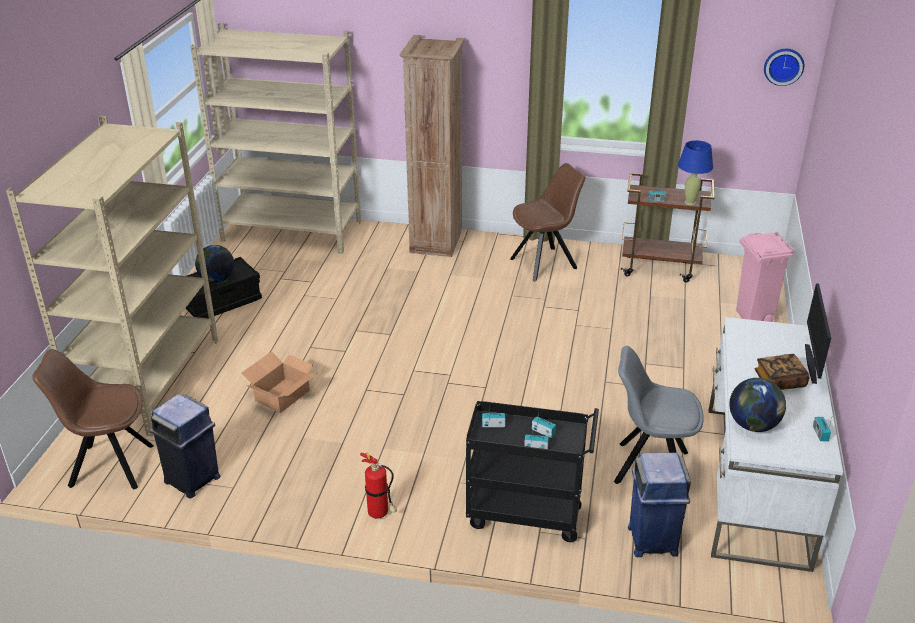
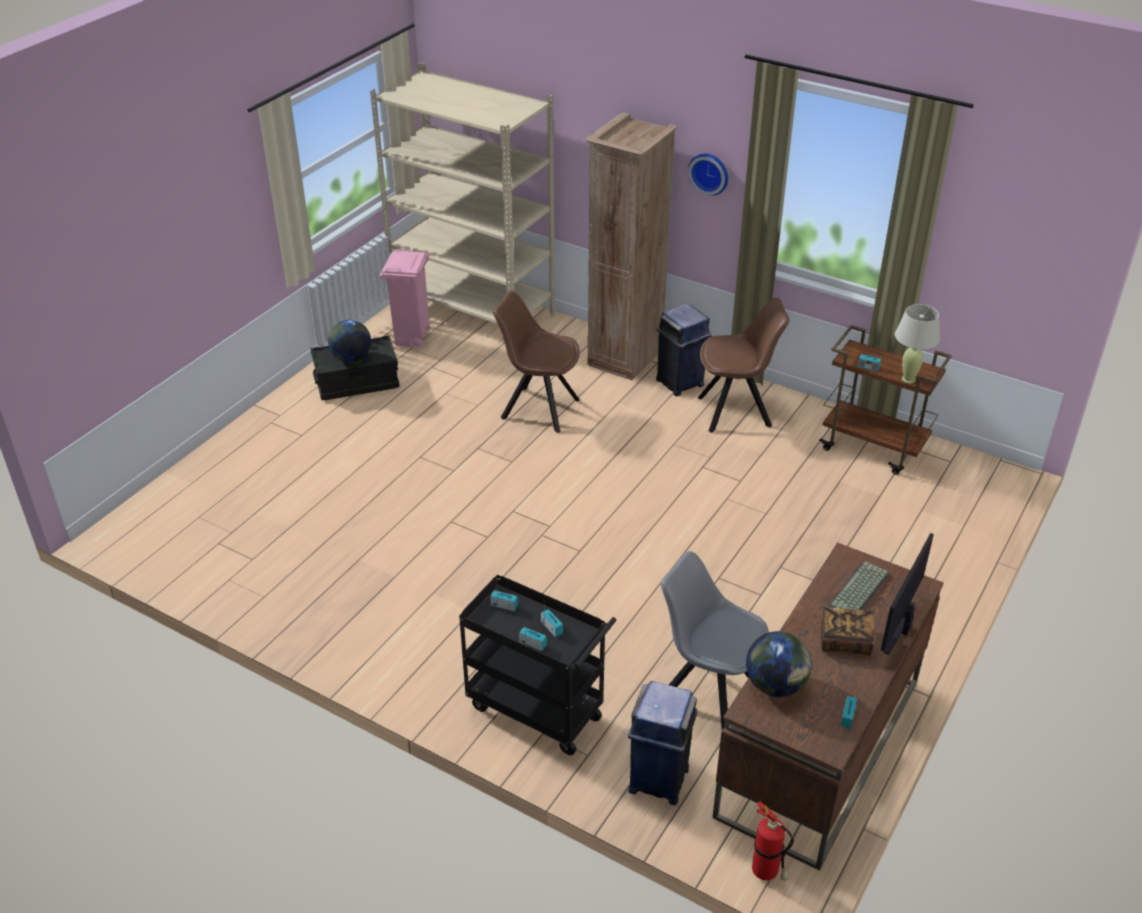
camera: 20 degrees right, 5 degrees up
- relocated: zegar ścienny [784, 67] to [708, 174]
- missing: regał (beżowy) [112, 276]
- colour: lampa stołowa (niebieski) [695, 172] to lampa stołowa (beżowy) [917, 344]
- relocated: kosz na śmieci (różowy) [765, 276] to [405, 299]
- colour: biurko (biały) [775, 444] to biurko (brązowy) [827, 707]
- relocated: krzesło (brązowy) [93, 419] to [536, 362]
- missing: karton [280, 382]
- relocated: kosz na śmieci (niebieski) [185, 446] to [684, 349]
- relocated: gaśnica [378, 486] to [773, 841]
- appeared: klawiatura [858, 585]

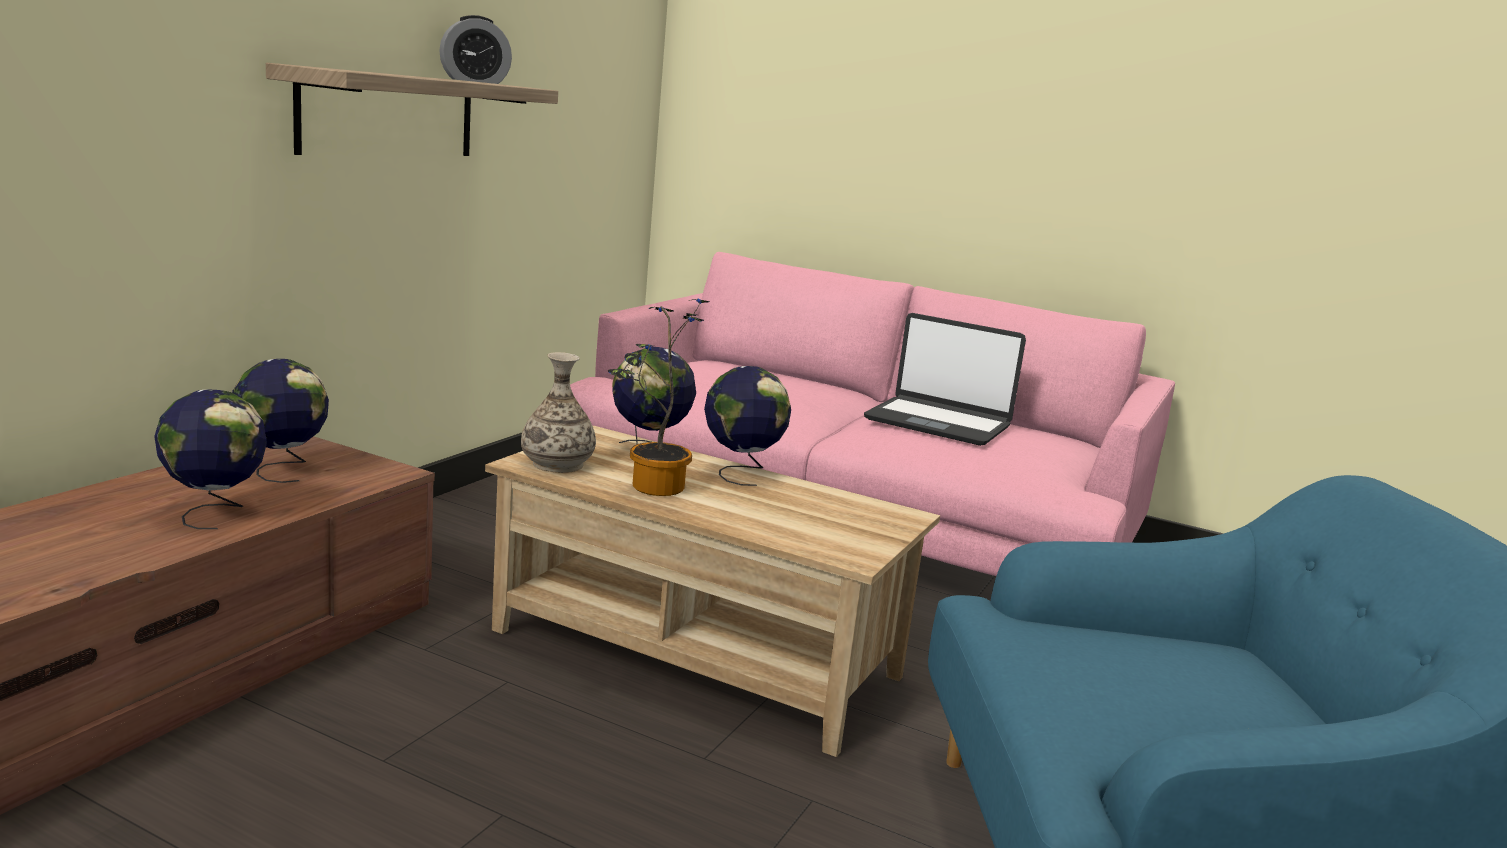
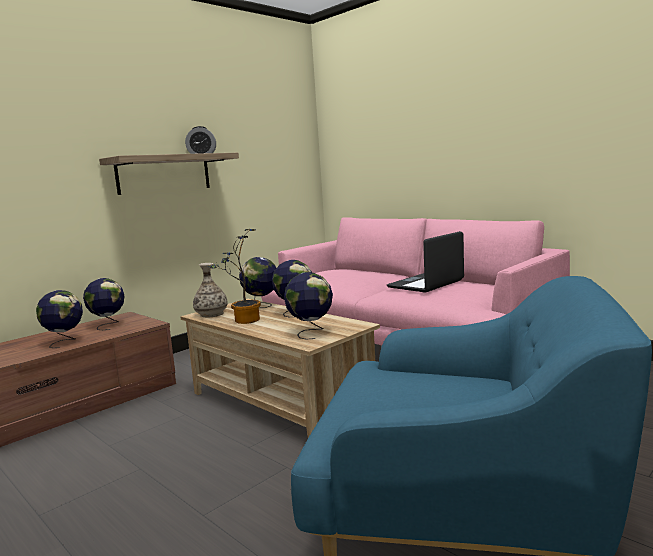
camera: 20 degrees right, 5 degrees down
- spun: laptop [945, 379] = [425, 262] 90 degrees clockwise
- appeared: globus [308, 305]

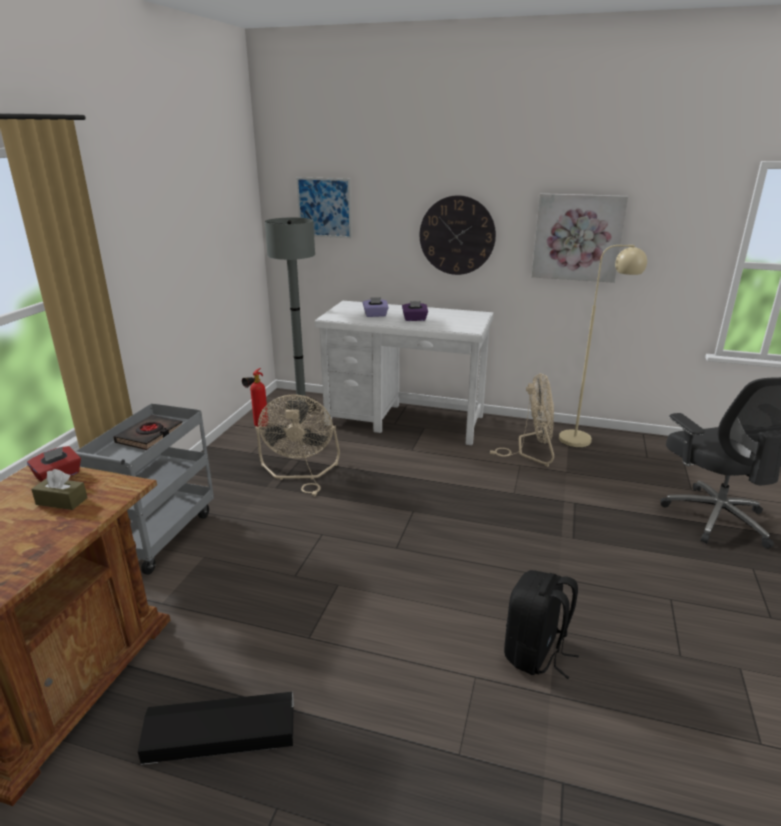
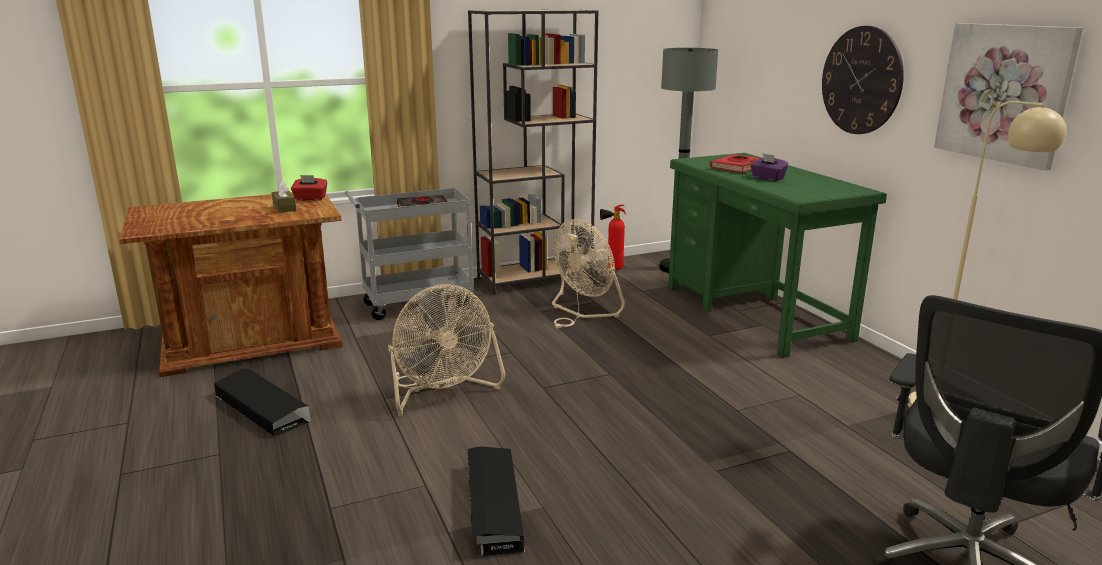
camera: 50 degrees right, 5 degrees down
- missing: obraz [324, 207]
- exchanged: pudełko chusteczek (fioletowy) [376, 307] to książka (czerwony) [734, 163]
- colour: biurko (biały) [404, 373] to biurko (zielony) [777, 255]
- relocated: wentylator (beżowy) [521, 420] to [446, 350]
- exchanged: plecak (czarny) [541, 624] to pojemnik do przechowywania (czarny) [496, 501]
- appeared: regał [533, 152]

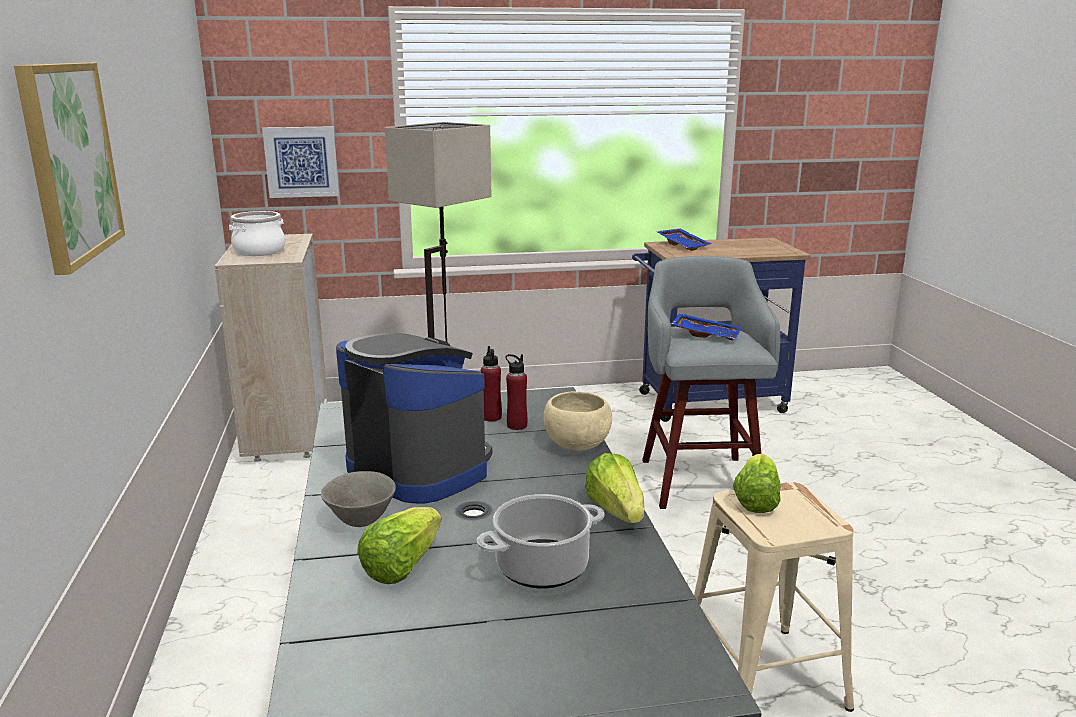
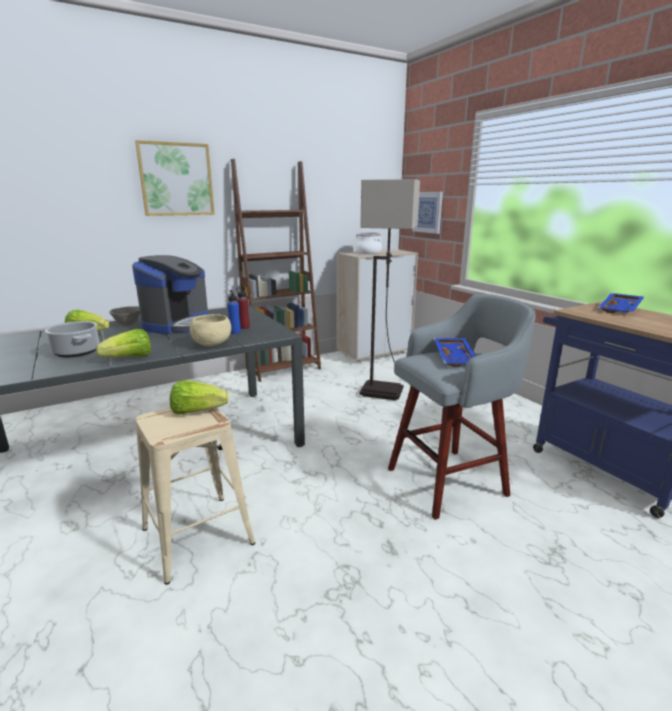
camera: 70 degrees right, 0 degrees up
- colour: butelka (czerwony) [516, 392] to butelka (niebieski) [234, 312]
- appeared: regał (brązowy) [276, 270]

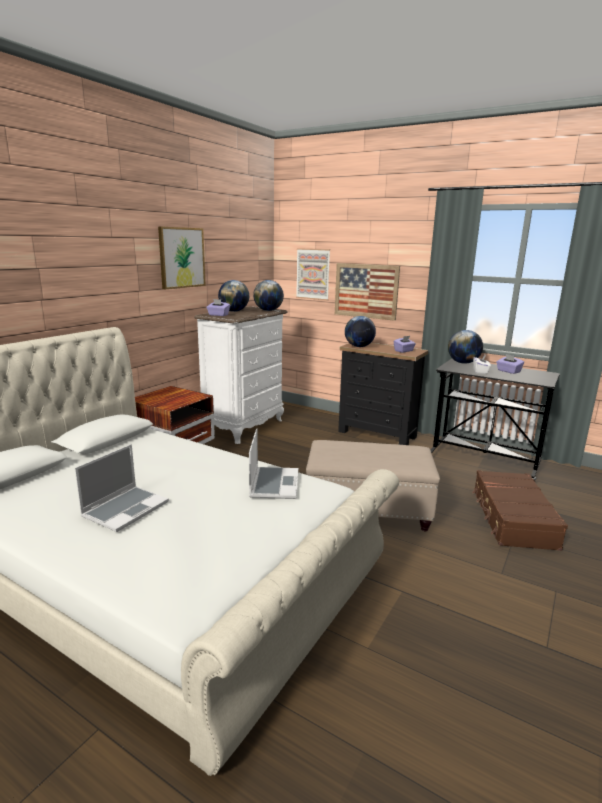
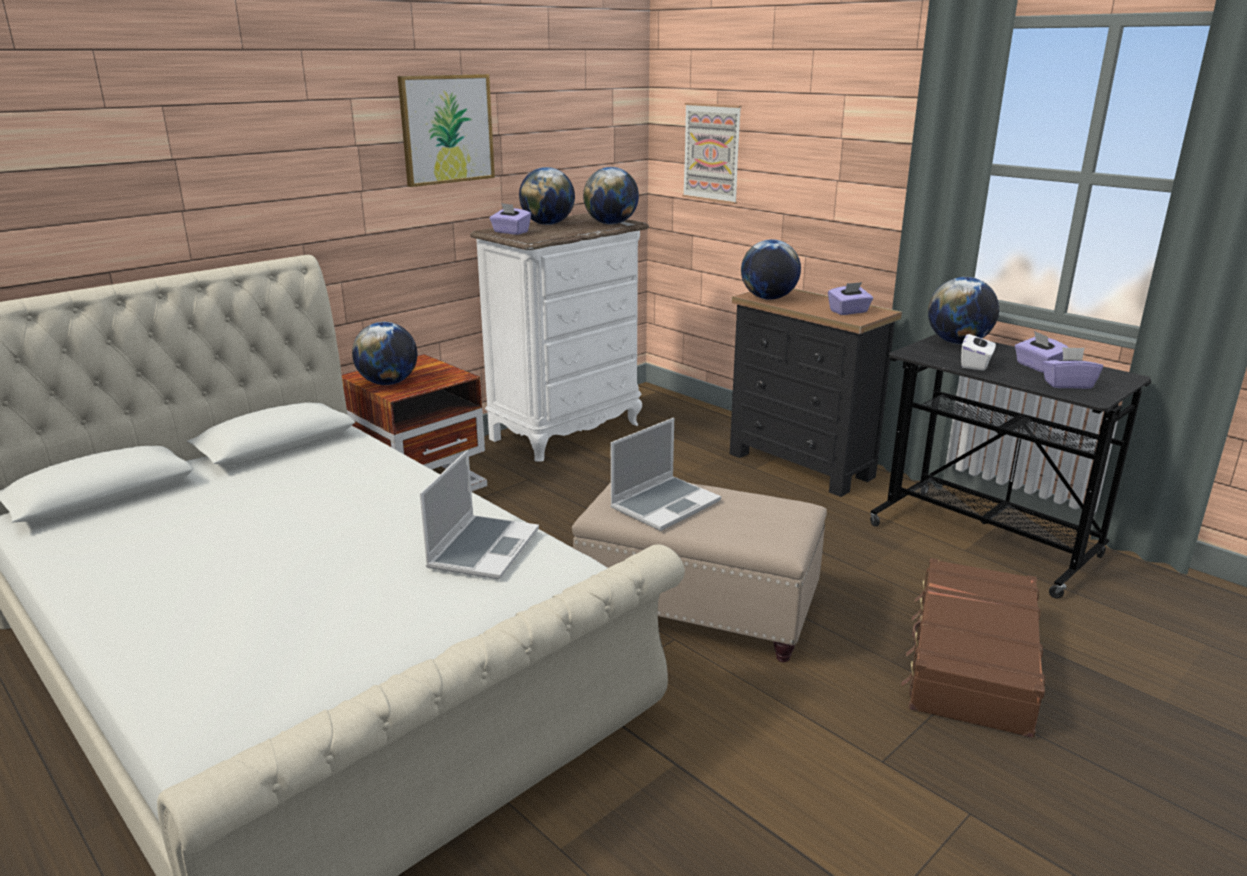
camera: 15 degrees right, 5 degrees up
- missing: obraz [367, 292]
- relocated: laptop [122, 488] to [665, 474]
- appeared: globus [384, 353]
- appeared: pudełko chusteczek (fioletowy) [1072, 368]

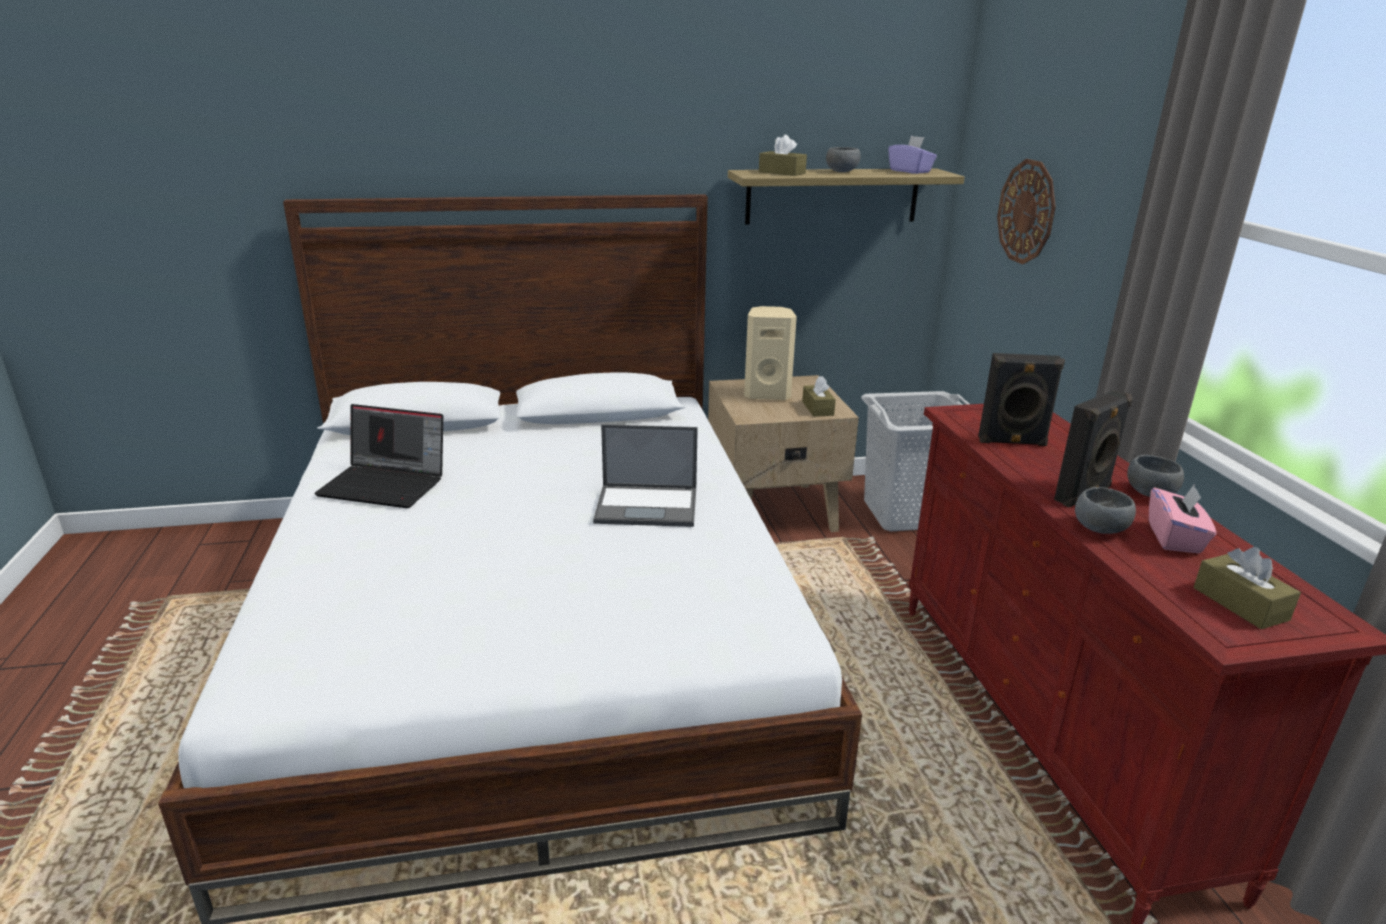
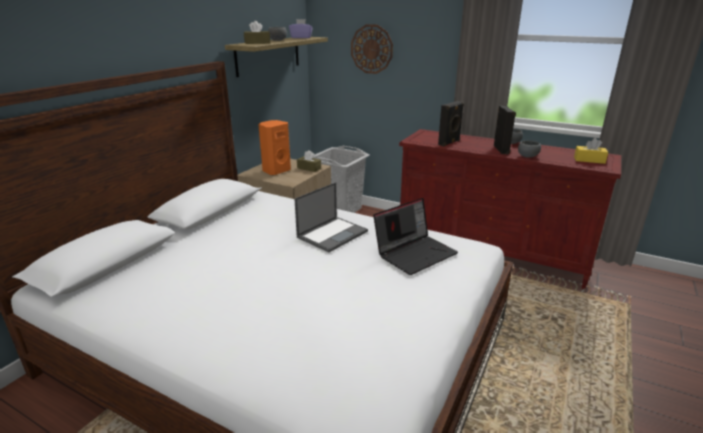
camera: 50 degrees left, 0 degrees up
- colour: głośnik (beżowy) [770, 353] to głośnik (pomarańczowy) [274, 147]
- relocated: laptop [378, 456] to [415, 236]
- missing: pudełko chusteczek (różowy) [1182, 519]
- colour: pudełko chusteczek (brązowy) [1247, 588] to pudełko chusteczek (żółty) [591, 151]

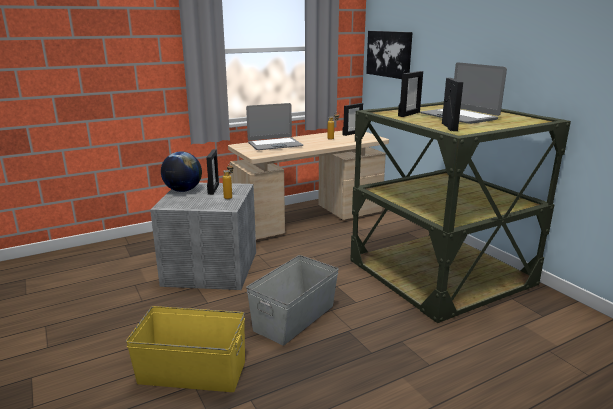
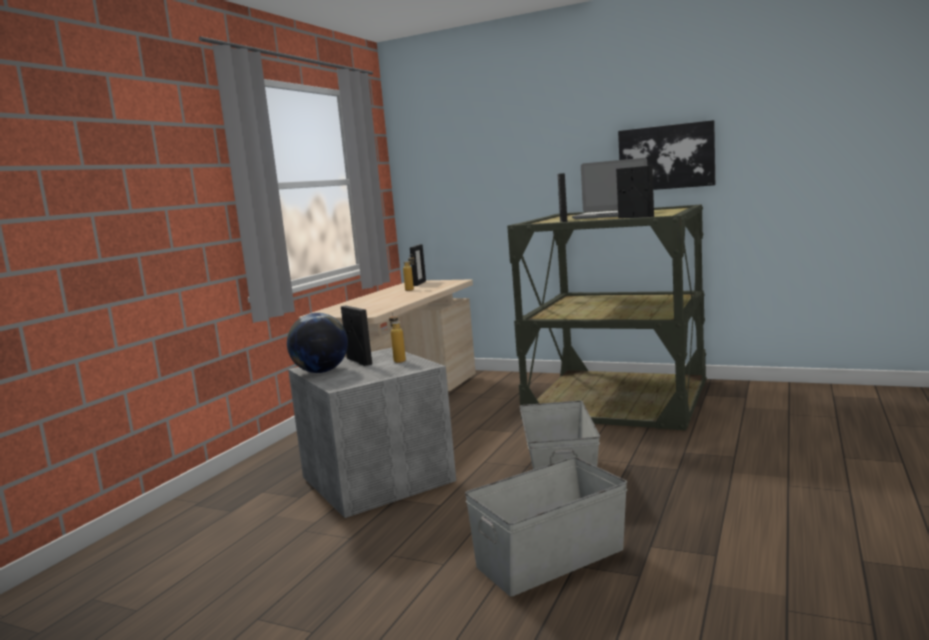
camera: 35 degrees left, 10 degrees down
- relocated: obraz [389, 55] to [666, 155]
- missing: laptop [274, 126]
- colour: pojemnik do przechowywania (żółty) [185, 349] to pojemnik do przechowywania (szary) [546, 527]

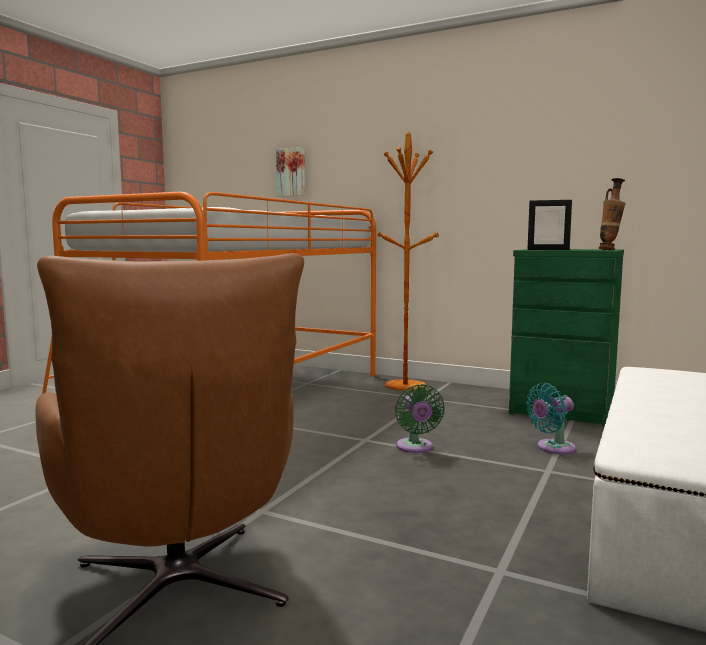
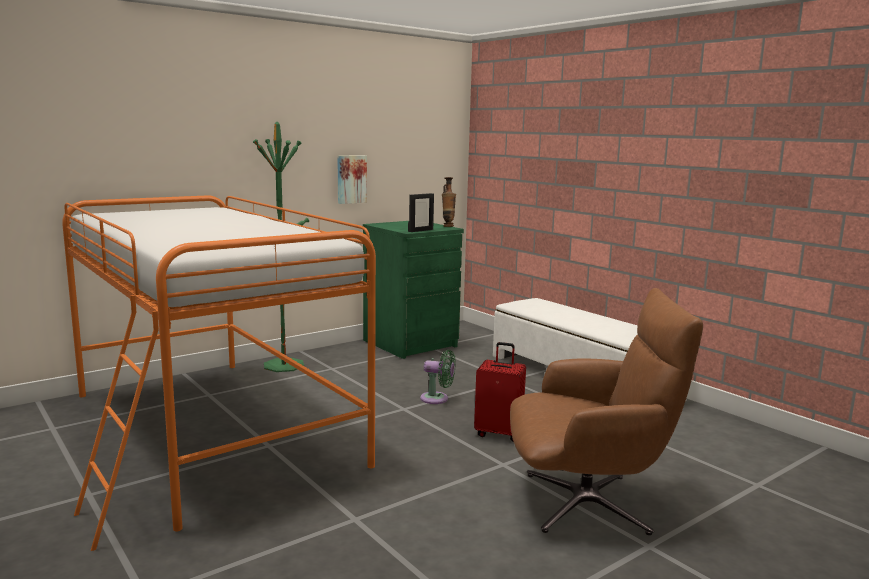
camera: 65 degrees left, 5 degrees up
- colour: wieszak (pomarańczowy) [408, 261] to wieszak (zielony) [281, 247]
- relocated: obraz [290, 172] to [352, 179]
- missing: wentylator (turkusowy) [551, 418]
- appeared: walizka (czerwony) [500, 392]

